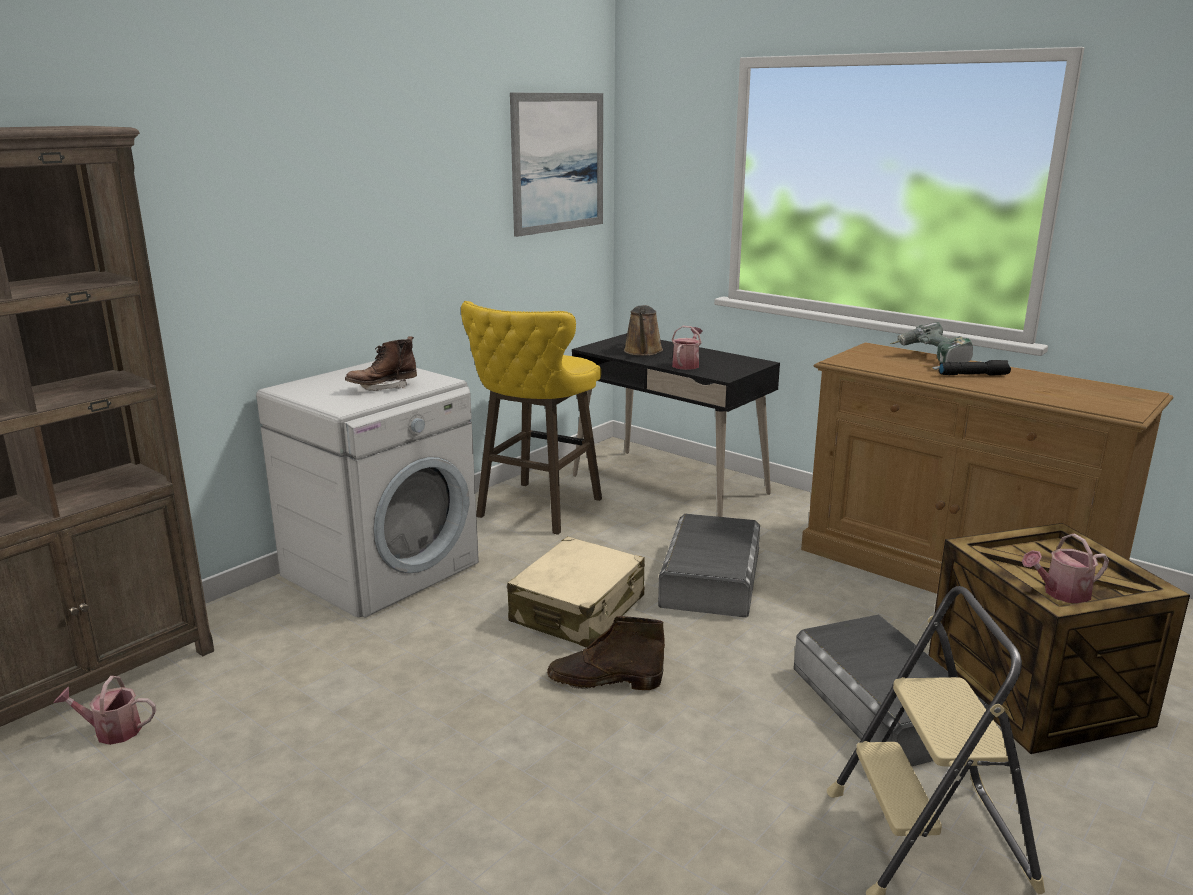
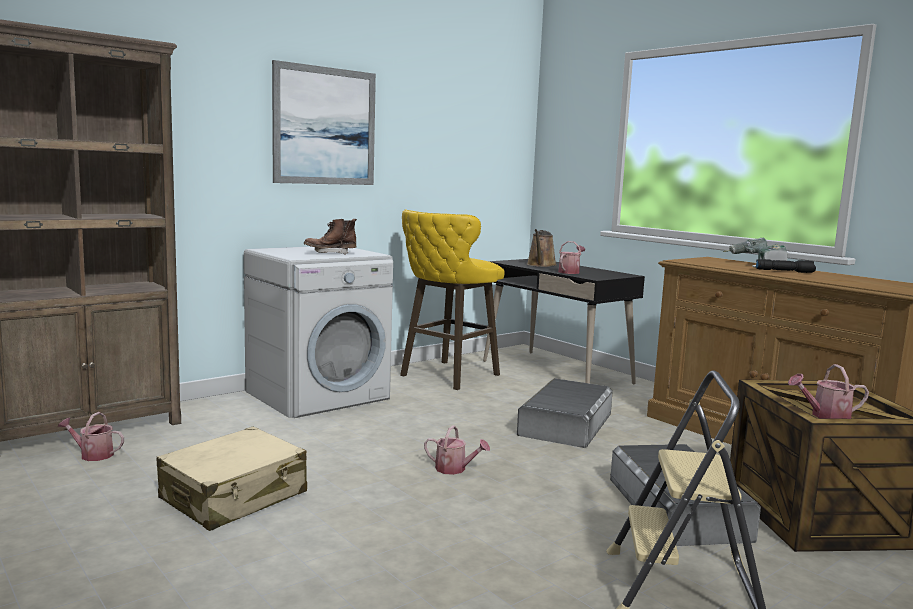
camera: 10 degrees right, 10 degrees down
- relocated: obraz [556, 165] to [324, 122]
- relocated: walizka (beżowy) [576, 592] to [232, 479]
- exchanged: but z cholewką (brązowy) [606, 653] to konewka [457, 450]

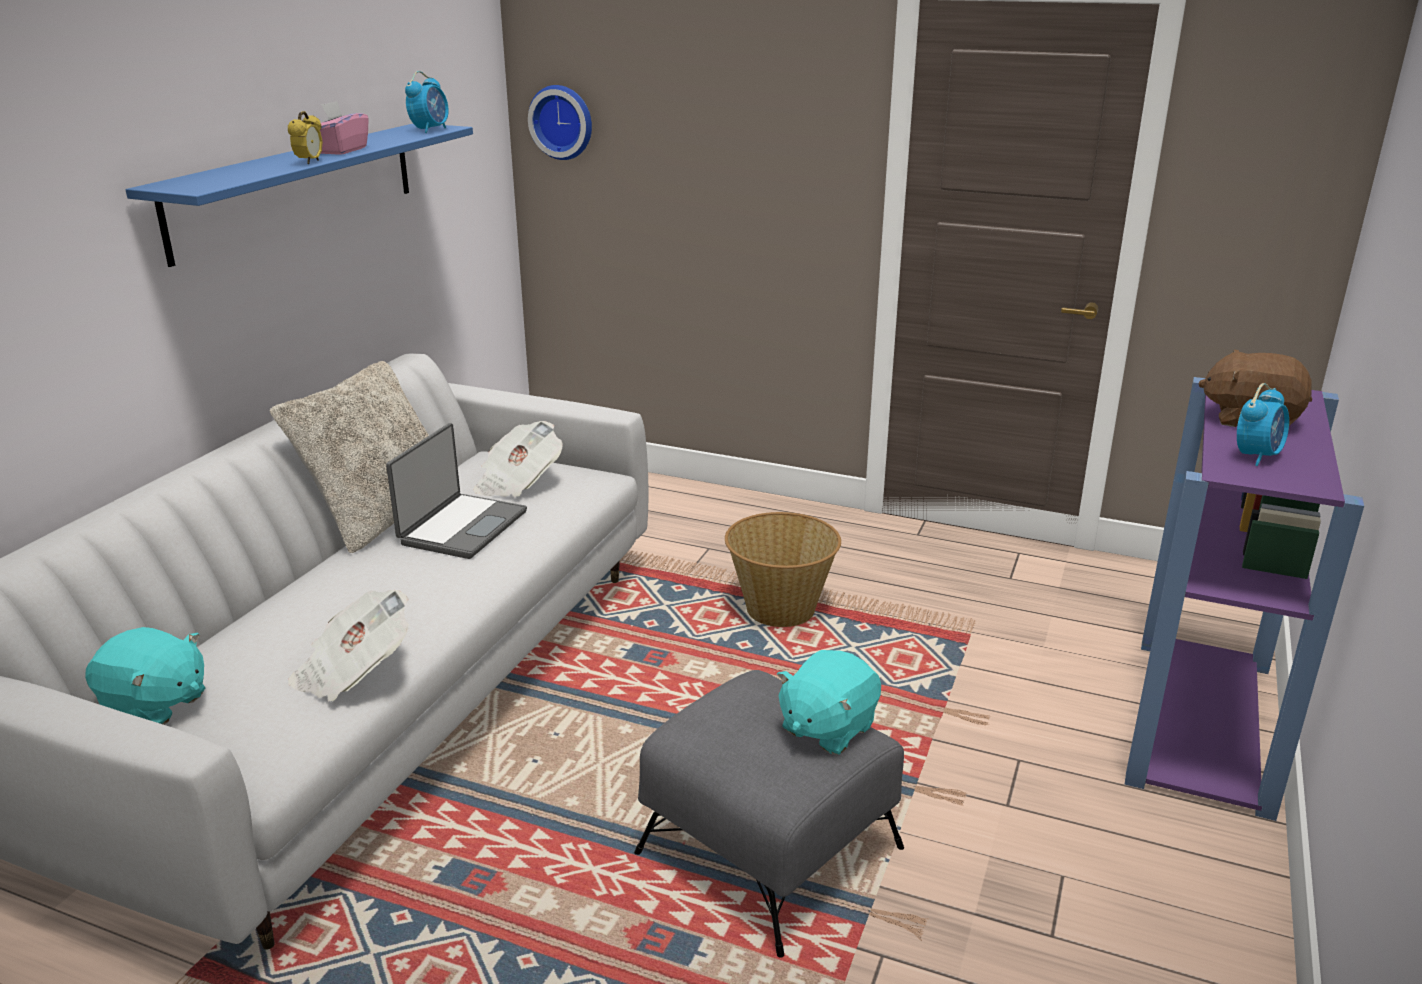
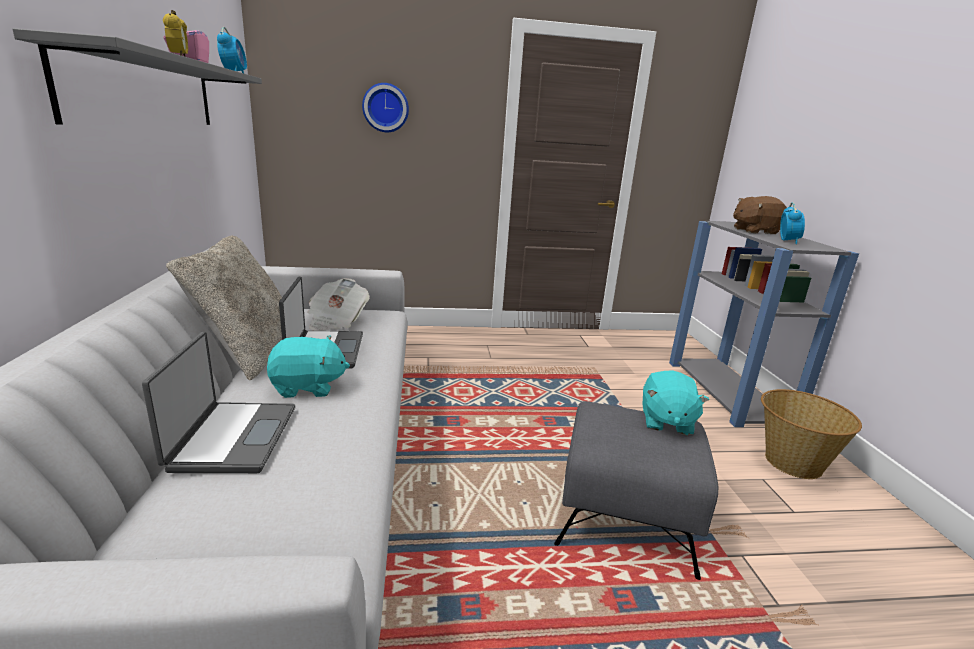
camera: 30 degrees left, 5 degrees down
- relocated: zegar ścienny [560, 122] to [385, 107]
- colour: półka (niebieski) [299, 195] to półka (szary) [137, 76]
- colour: regał (fioletowy) [1244, 599] to regał (szary) [764, 324]
- relocated: koszyk [783, 569] to [811, 434]
- missing: gazeta [349, 645]
- relocated: pluszak (turkusowy) [145, 676] to [308, 366]
- appeared: laptop [218, 402]

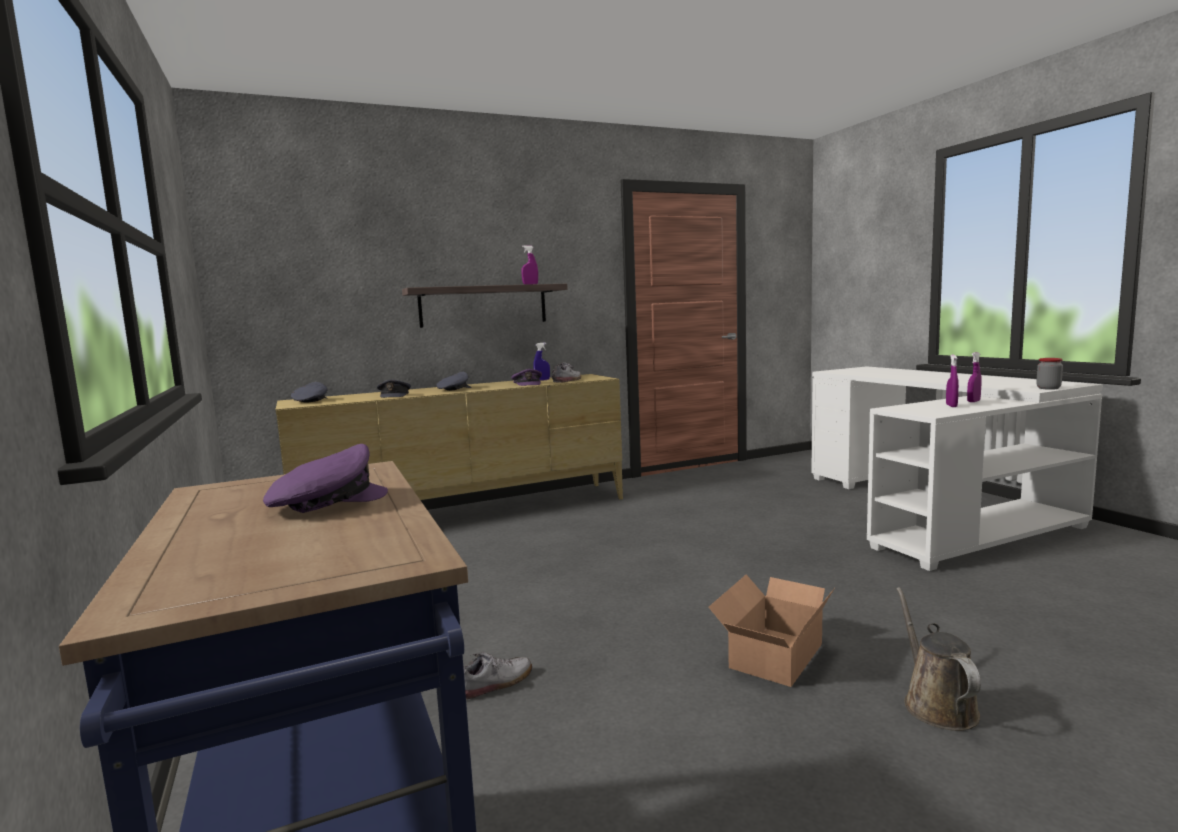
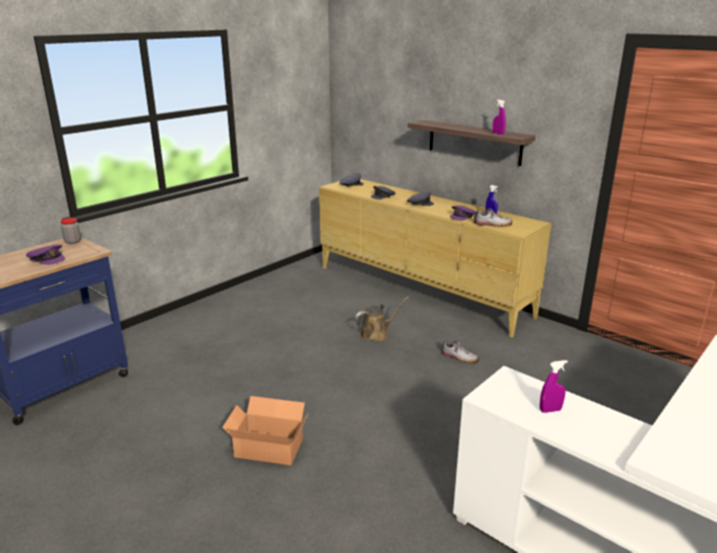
camera: 65 degrees right, 15 degrees up
- missing: spryskiwacz (fioletowy) [974, 377]
- relocated: słoik [1049, 374] to [70, 231]
- relocated: konewka (brązowy) [938, 659] to [382, 319]
- relocated: but [497, 676] to [460, 351]

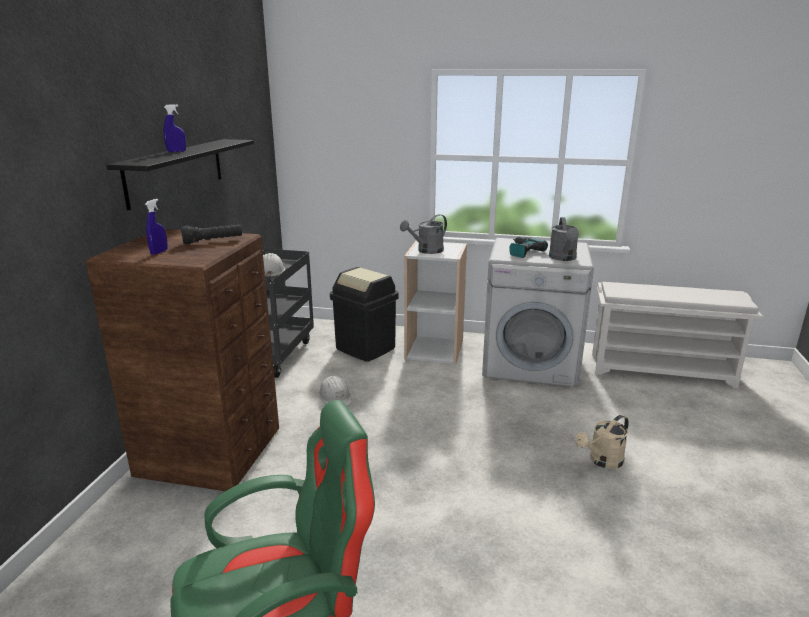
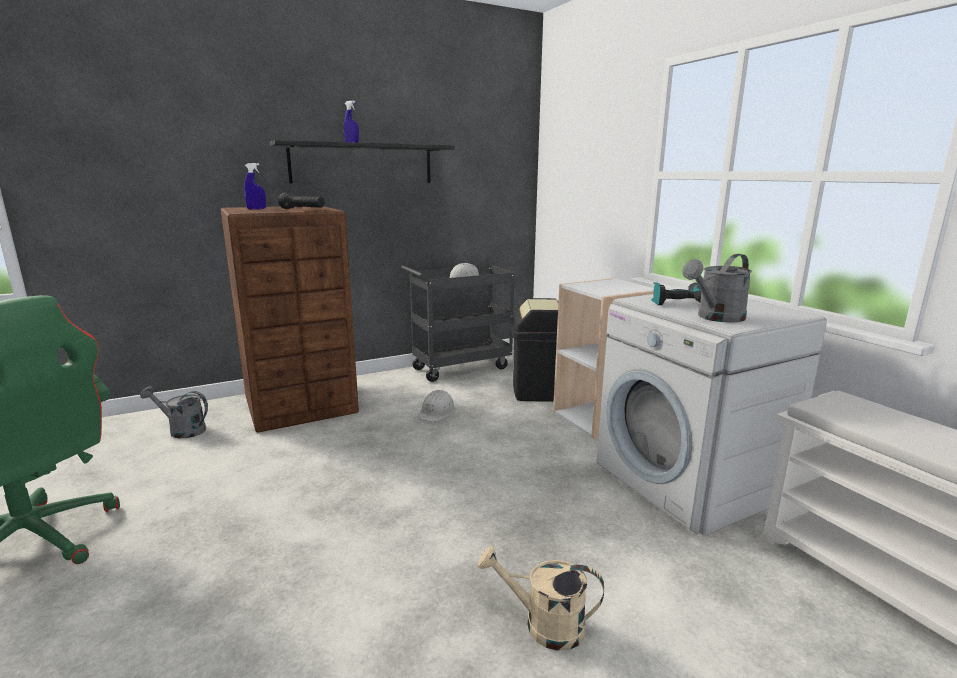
camera: 50 degrees right, 5 degrees down
- relocated: konewka (szary) [423, 234] to [174, 412]

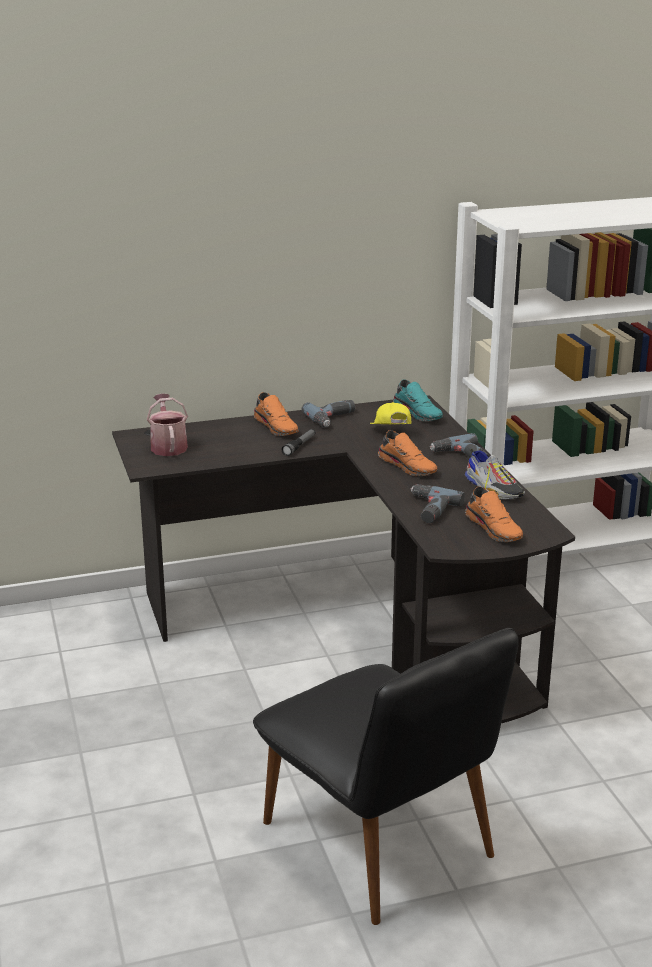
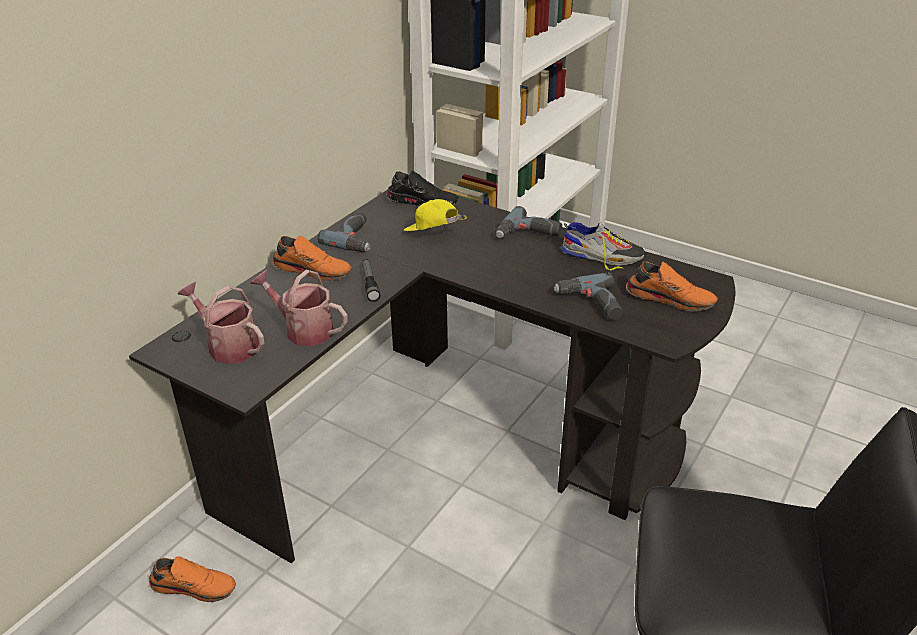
camera: 40 degrees left, 10 degrees up
- colour: but (turkusowy) [418, 400] to but (czarny) [422, 188]
- relocated: but (pomarańczowy) [407, 453] to [192, 579]
- appeared: konewka [299, 307]

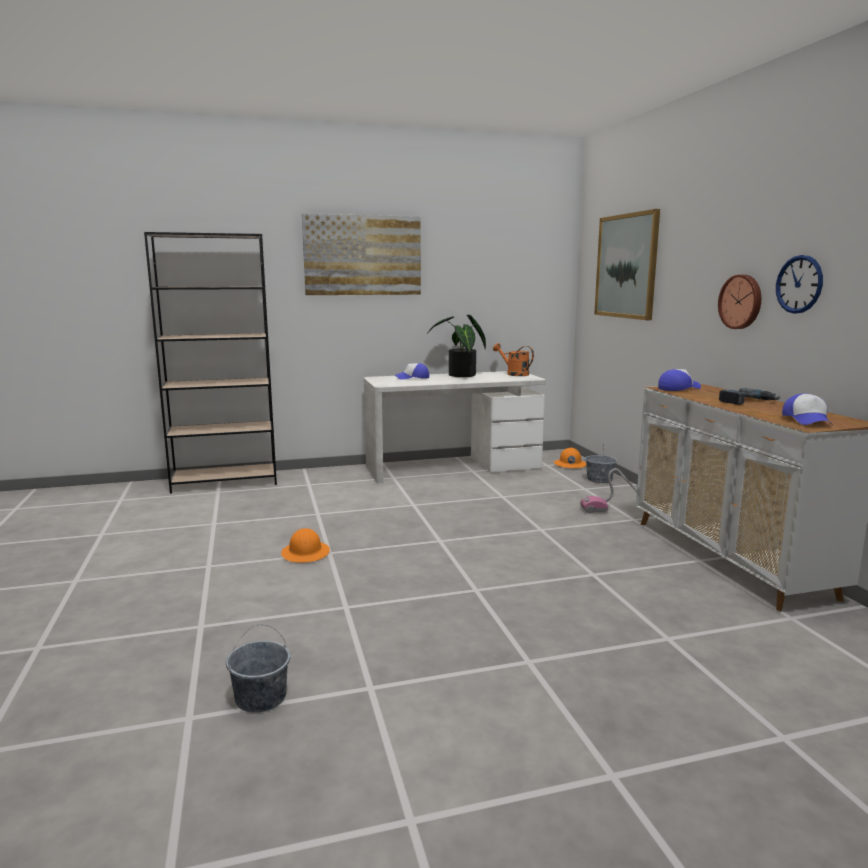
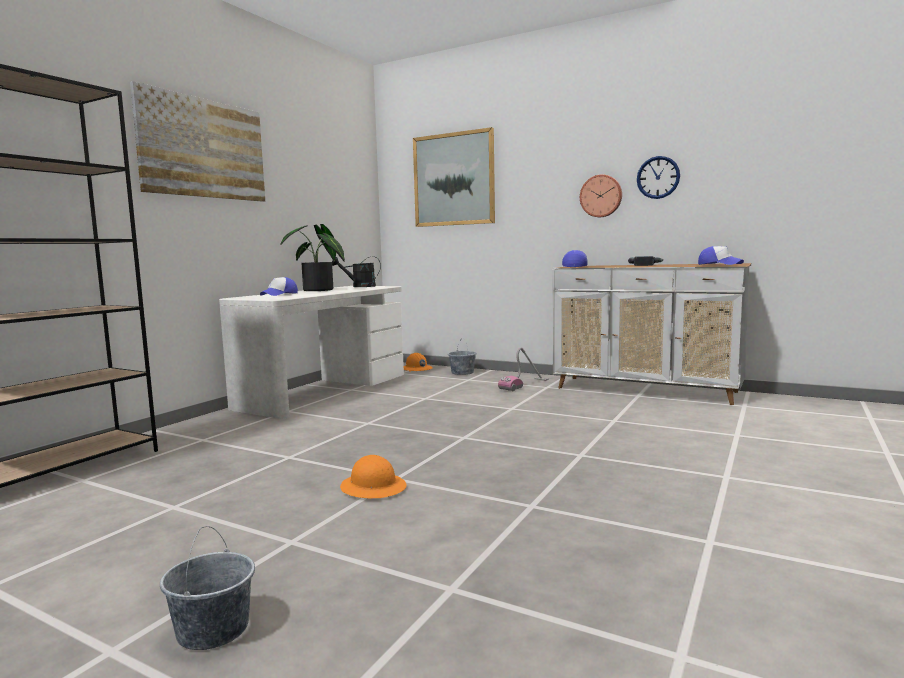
camera: 45 degrees left, 5 degrees down
- colour: konewka (pomarańczowy) [513, 359] to konewka (czarny) [356, 271]
- relocated: wiadro (szary) [258, 668] to [207, 588]

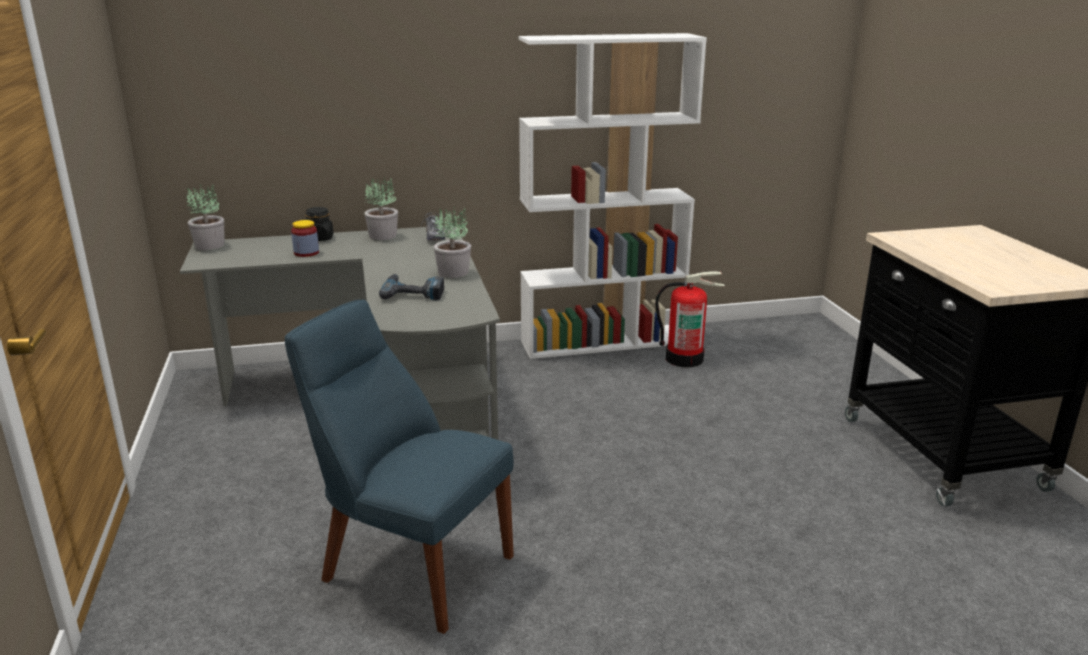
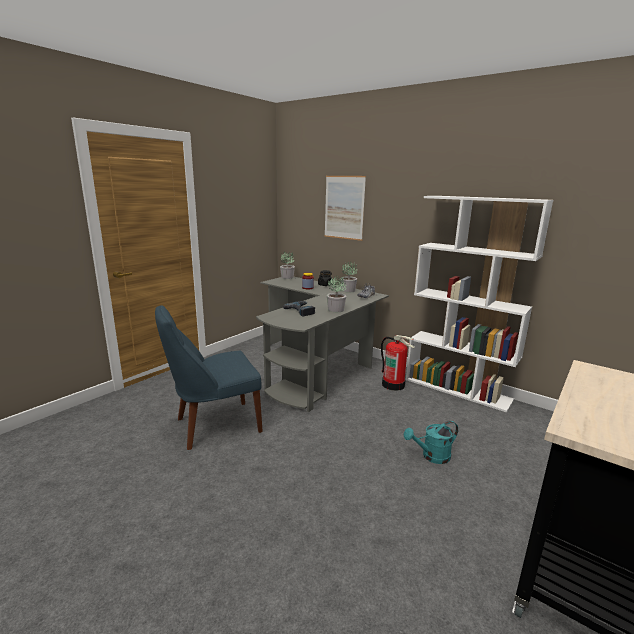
camera: 50 degrees right, 5 degrees down
- relocated: gaśnica [690, 319] to [398, 363]
- spun: krzesło (niebieski) [399, 466] = [209, 377] 105 degrees counterclockwise
- appeared: obraz [345, 208]
- appeared: konewka (turkusowy) [431, 442]

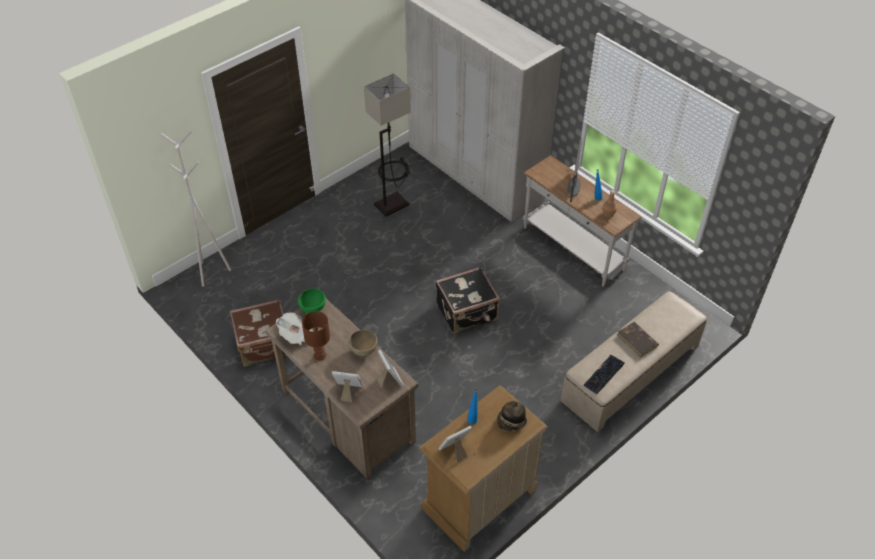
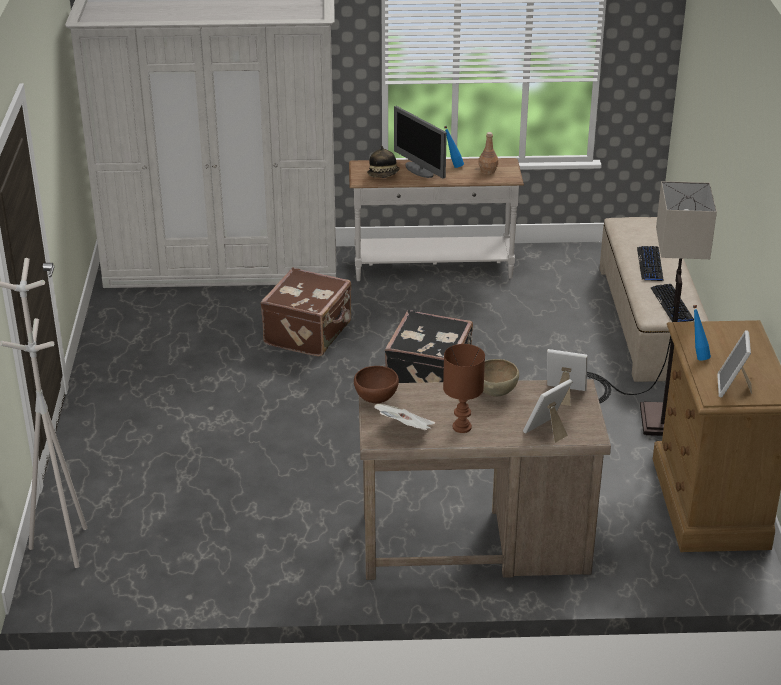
camera: 50 degrees left, 15 degrees down
- relocated: lampa stojąca [387, 145] to [652, 308]
- colour: miska (zielony) [312, 301] to miska (brązowy) [376, 384]
- relocated: walizka (brązowy) [258, 333] to [305, 312]
- exchanged: książka (brązowy) [638, 339] to klawiatura [650, 263]
- relocated: kapelusz [512, 416] to [383, 161]

